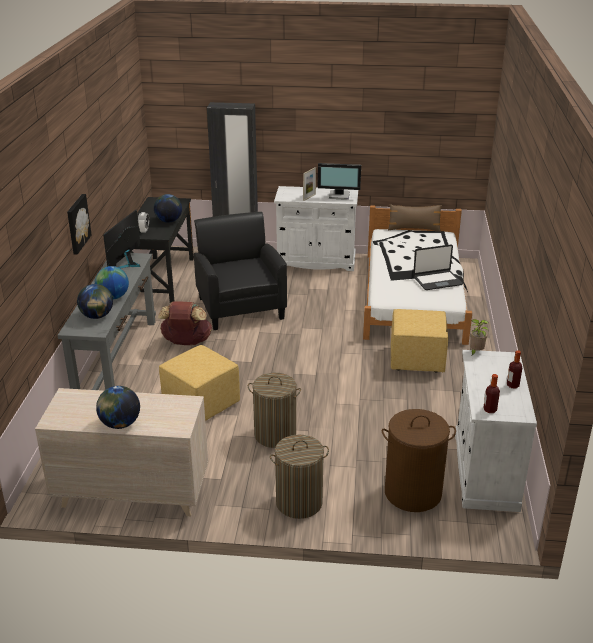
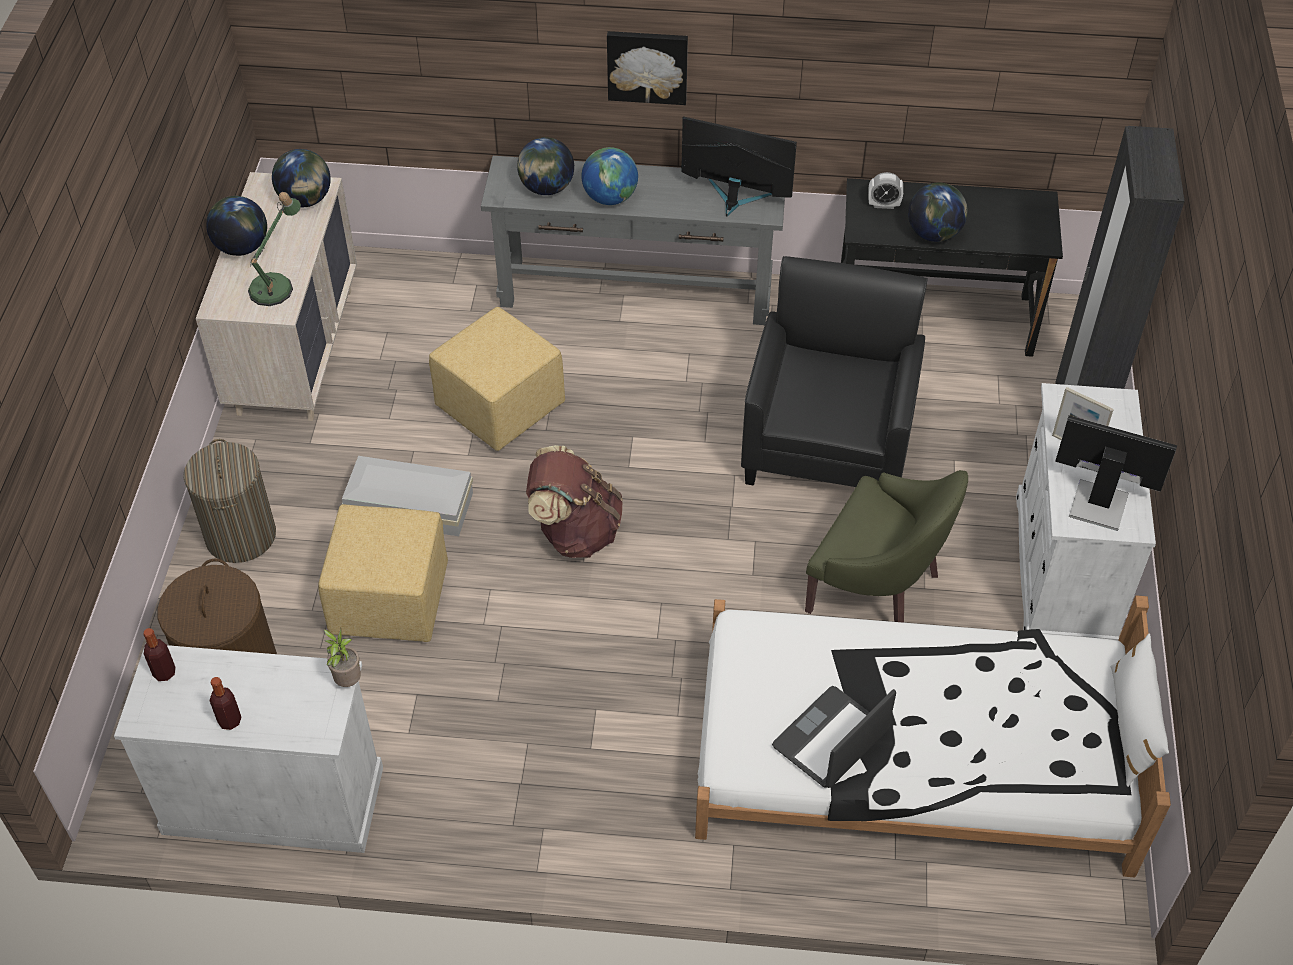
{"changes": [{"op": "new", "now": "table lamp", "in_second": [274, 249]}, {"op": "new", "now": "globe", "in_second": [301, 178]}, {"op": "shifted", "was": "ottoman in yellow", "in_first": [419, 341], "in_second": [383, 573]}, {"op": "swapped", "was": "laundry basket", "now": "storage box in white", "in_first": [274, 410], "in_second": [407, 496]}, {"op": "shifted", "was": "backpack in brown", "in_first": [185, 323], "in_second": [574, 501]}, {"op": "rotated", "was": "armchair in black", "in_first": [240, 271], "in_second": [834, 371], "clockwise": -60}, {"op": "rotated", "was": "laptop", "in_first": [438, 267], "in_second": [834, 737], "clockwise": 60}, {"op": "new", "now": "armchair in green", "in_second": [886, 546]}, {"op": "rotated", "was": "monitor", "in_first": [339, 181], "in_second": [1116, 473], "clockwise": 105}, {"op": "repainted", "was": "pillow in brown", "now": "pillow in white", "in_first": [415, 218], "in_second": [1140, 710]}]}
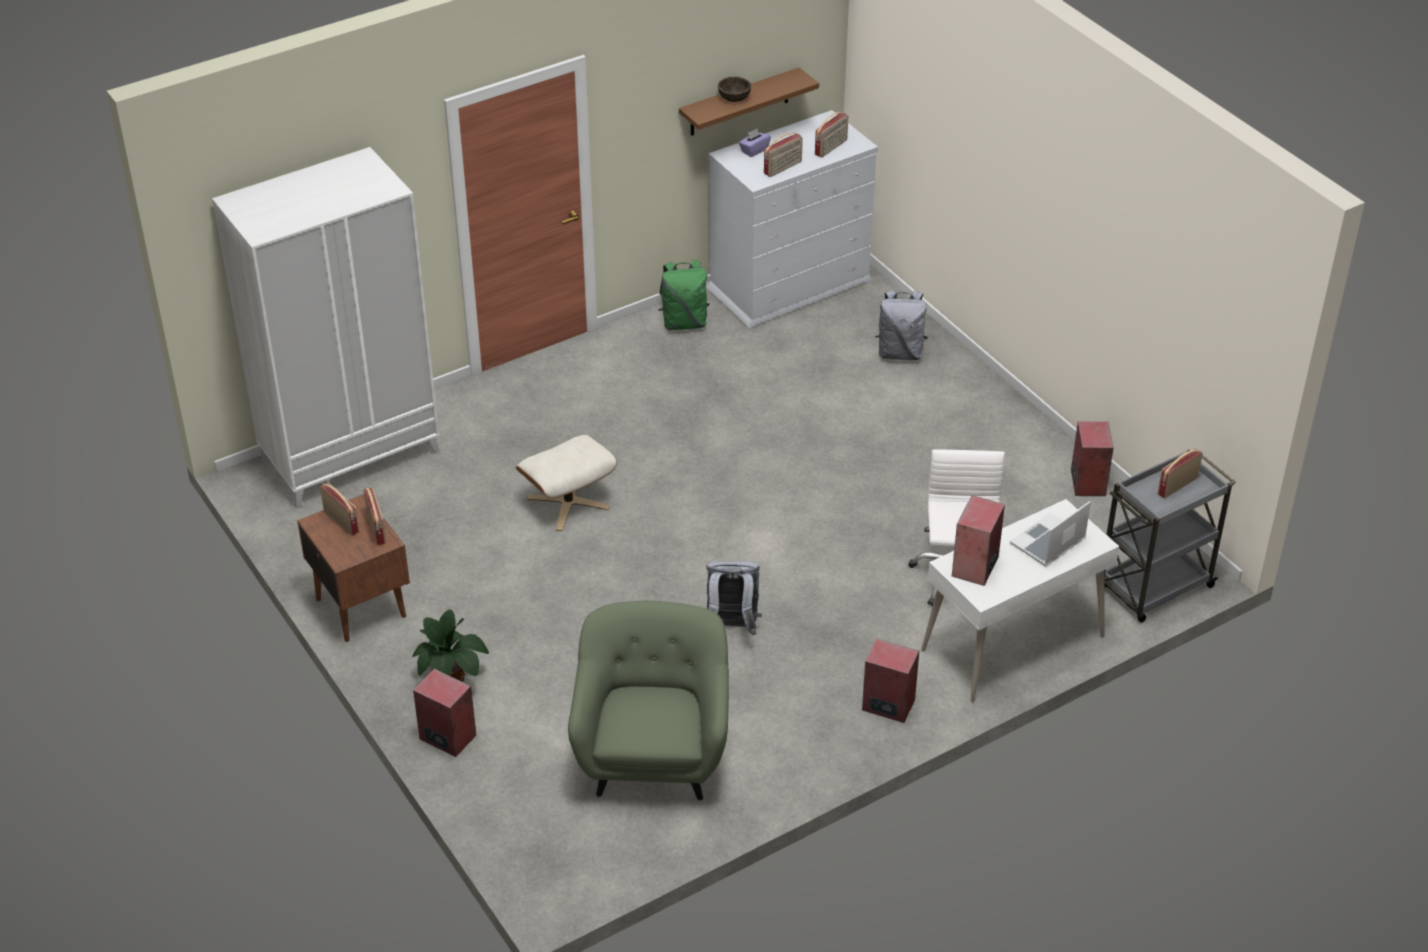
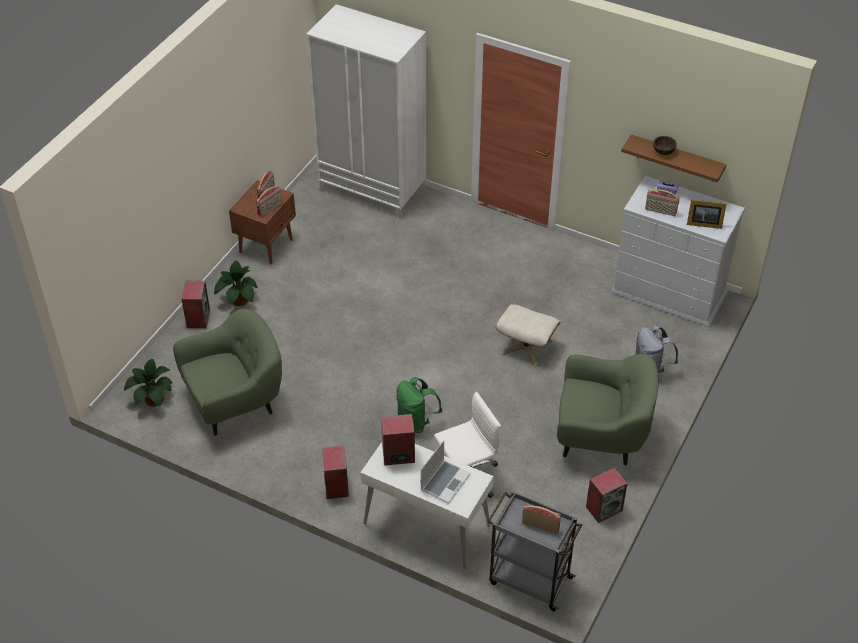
{"changes": [{"op": "new", "now": "potted plant", "in_second": [148, 382]}, {"op": "shifted", "was": "backpack in green", "in_first": [683, 295], "in_second": [419, 405]}, {"op": "rotated", "was": "laptop", "in_first": [1050, 534], "in_second": [446, 472], "clockwise": 105}, {"op": "shifted", "was": "ottoman in beige", "in_first": [566, 483], "in_second": [528, 335]}, {"op": "new", "now": "armchair in green", "in_second": [608, 409]}, {"op": "swapped", "was": "radio", "now": "picture frame", "in_first": [831, 134], "in_second": [707, 214]}, {"op": "gone", "was": "backpack in grey", "in_first": [734, 598]}]}
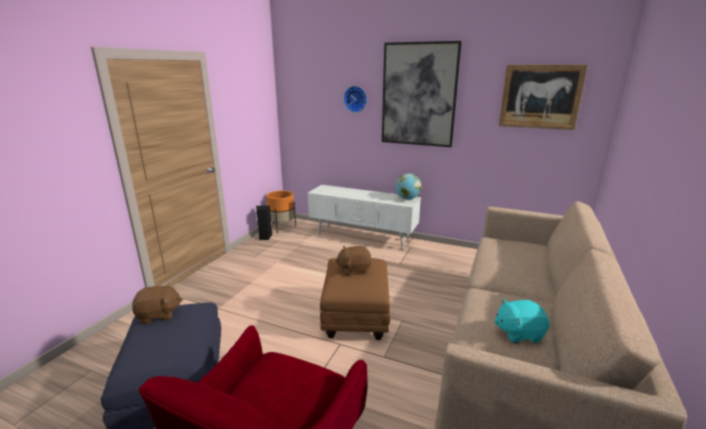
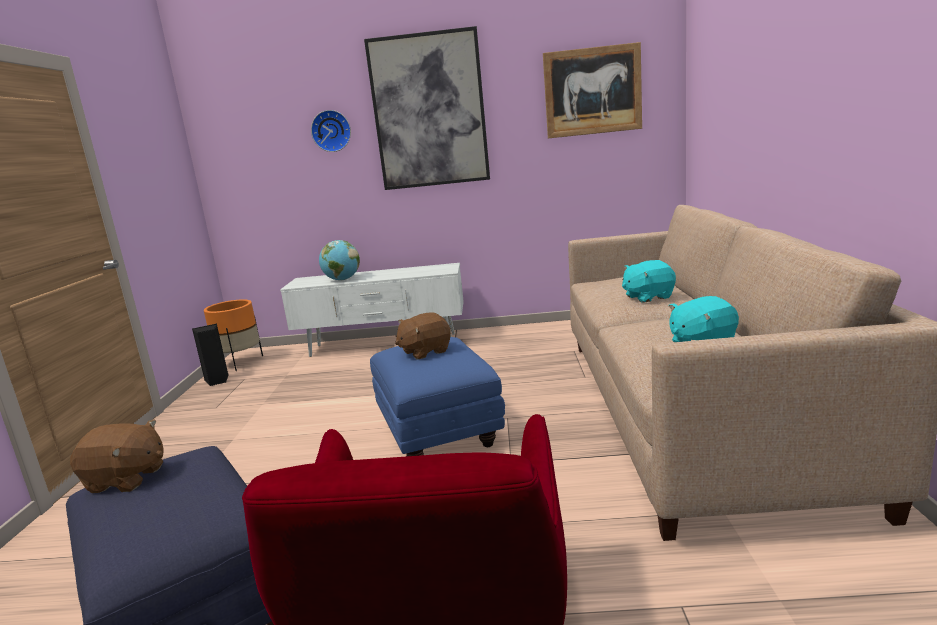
{"changes": [{"op": "rotated", "was": "plush toy in brown", "in_first": [157, 303], "in_second": [117, 456], "clockwise": 45}, {"op": "shifted", "was": "globe", "in_first": [408, 186], "in_second": [339, 260]}, {"op": "repainted", "was": "ottoman in brown", "now": "ottoman in blue", "in_first": [355, 299], "in_second": [437, 396]}, {"op": "new", "now": "plush toy in turquoise", "in_second": [649, 281]}]}
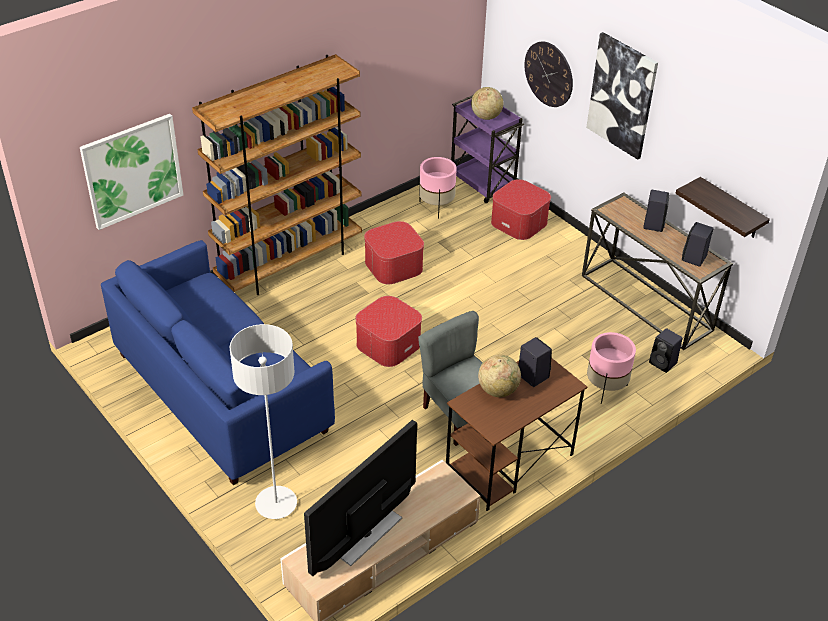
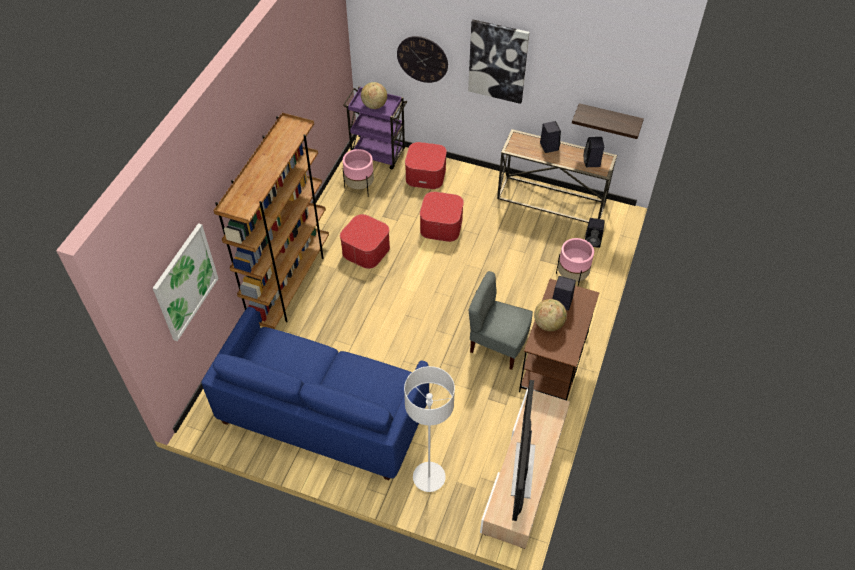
{"changes": [{"op": "shifted", "was": "ottoman", "in_first": [388, 331], "in_second": [442, 217]}]}
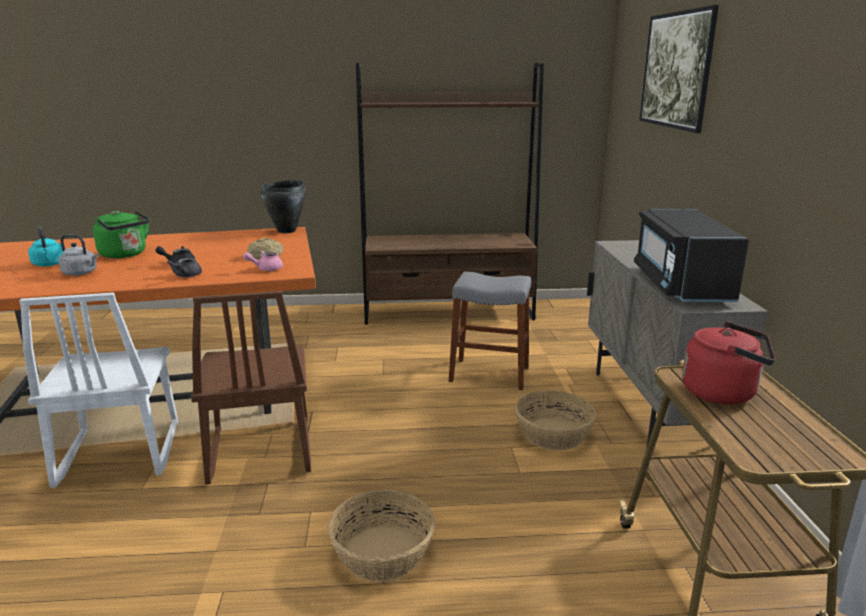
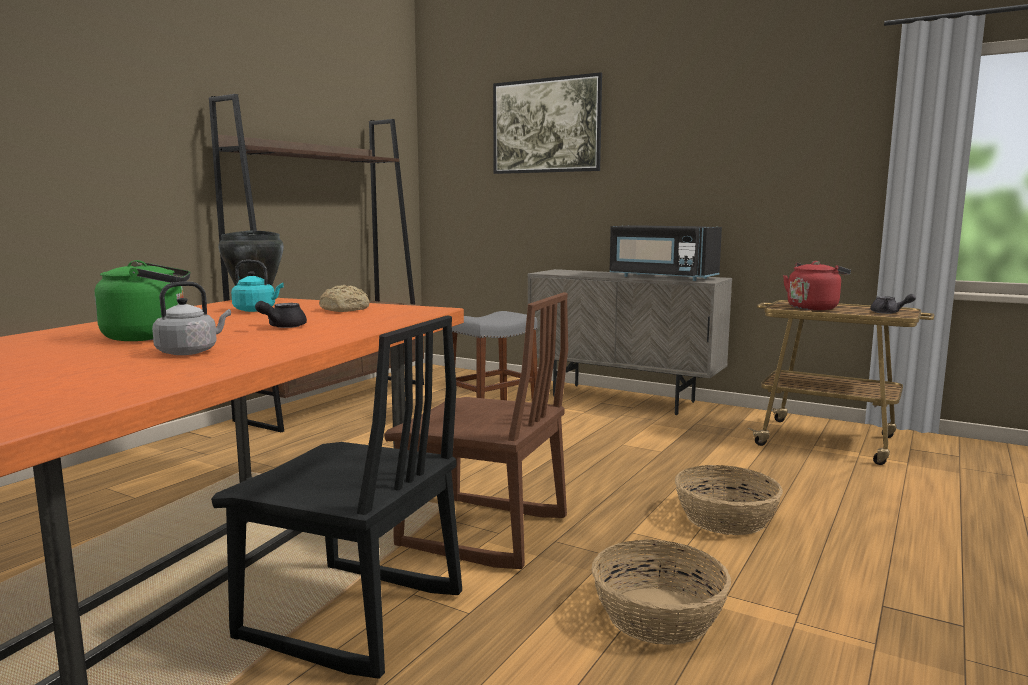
{"changes": [{"op": "repainted", "was": "chair in white", "now": "chair in black", "in_first": [98, 390], "in_second": [336, 497]}, {"op": "shifted", "was": "kettle in turquoise", "in_first": [45, 246], "in_second": [257, 286]}, {"op": "shifted", "was": "basket", "in_first": [555, 420], "in_second": [661, 592]}, {"op": "shifted", "was": "teapot in grey", "in_first": [184, 267], "in_second": [893, 304]}, {"op": "gone", "was": "teapot in pink", "in_first": [263, 261]}]}
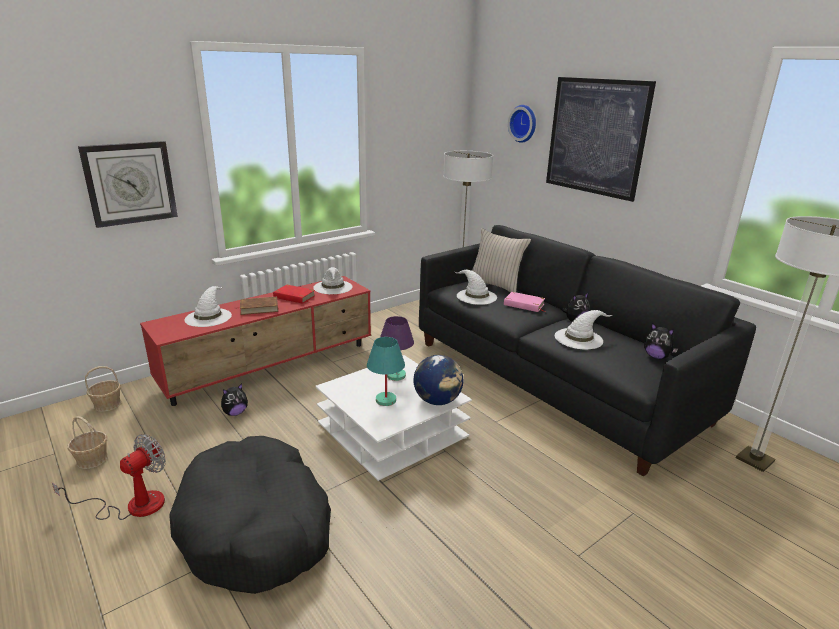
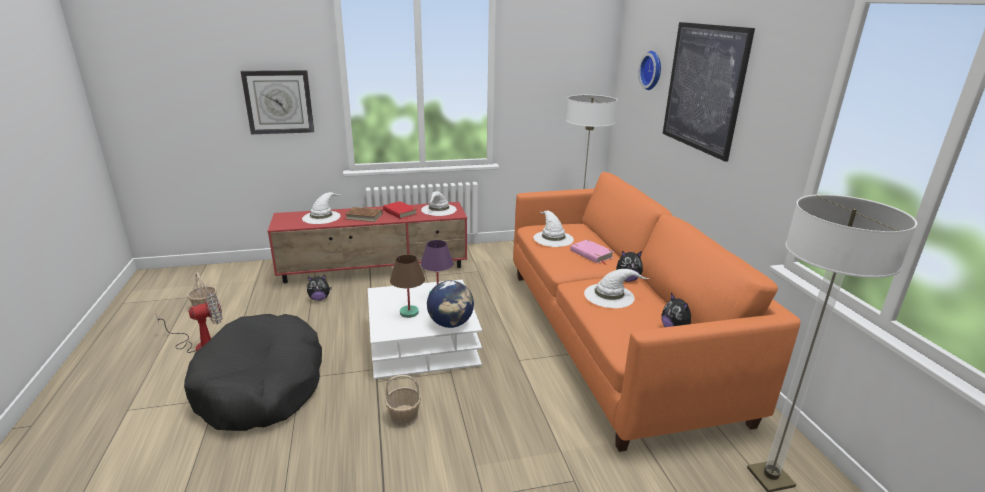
{"changes": [{"op": "shifted", "was": "basket", "in_first": [103, 389], "in_second": [403, 401]}, {"op": "repainted", "was": "table lamp in turquoise", "now": "table lamp in brown", "in_first": [386, 371], "in_second": [407, 286]}, {"op": "repainted", "was": "sofa in black", "now": "sofa in orange", "in_first": [587, 351], "in_second": [656, 312]}, {"op": "gone", "was": "pillow in beige", "in_first": [499, 260]}]}
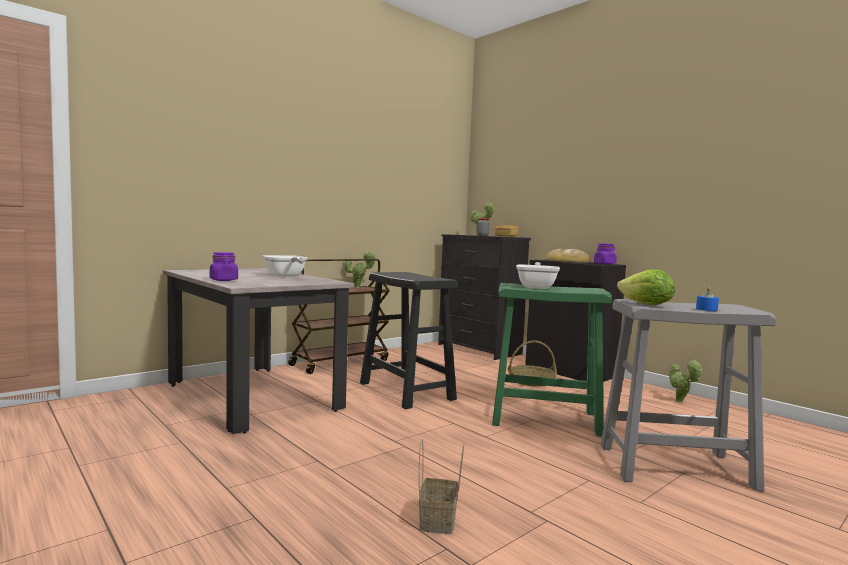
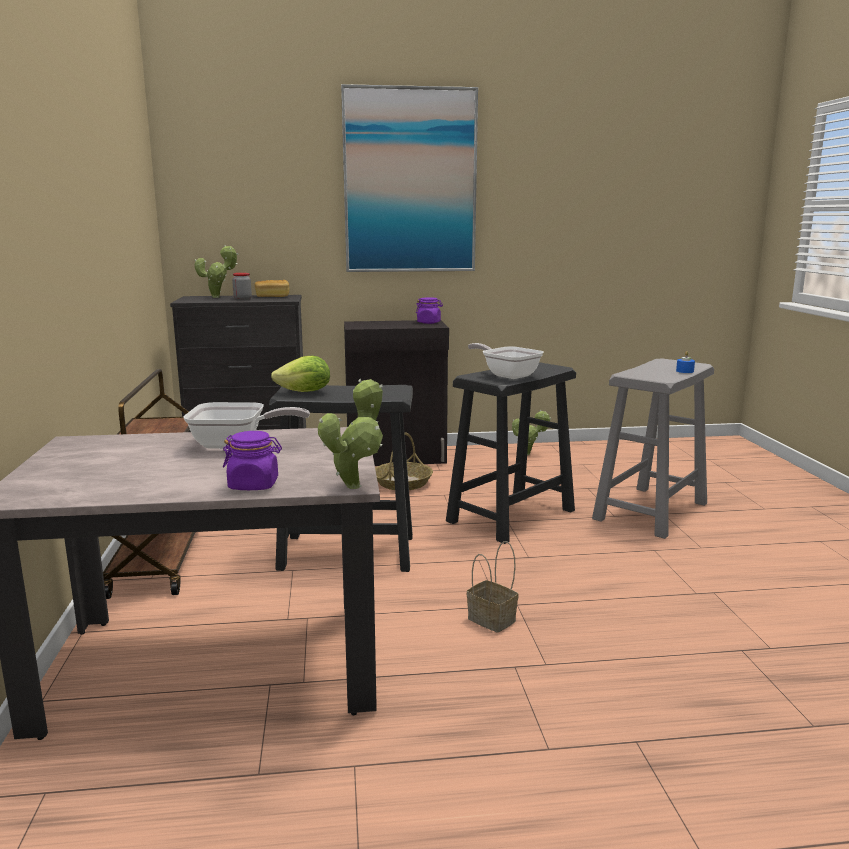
{"changes": [{"op": "shifted", "was": "lettuce", "in_first": [646, 287], "in_second": [300, 374]}, {"op": "shifted", "was": "potted plant", "in_first": [360, 269], "in_second": [350, 434]}, {"op": "new", "now": "picture", "in_second": [409, 178]}, {"op": "repainted", "was": "stool in green", "now": "stool in black", "in_first": [552, 360], "in_second": [511, 453]}, {"op": "shifted", "was": "basket", "in_first": [441, 486], "in_second": [492, 587]}, {"op": "gone", "was": "bread", "in_first": [568, 256]}]}
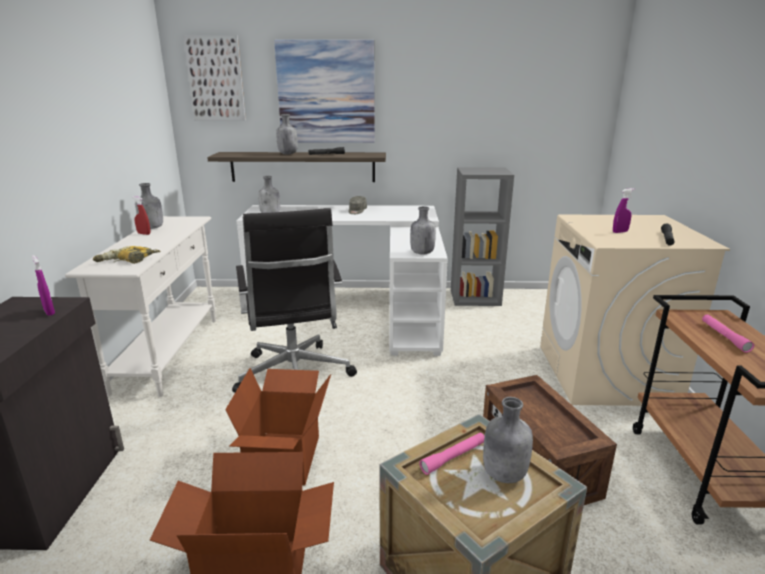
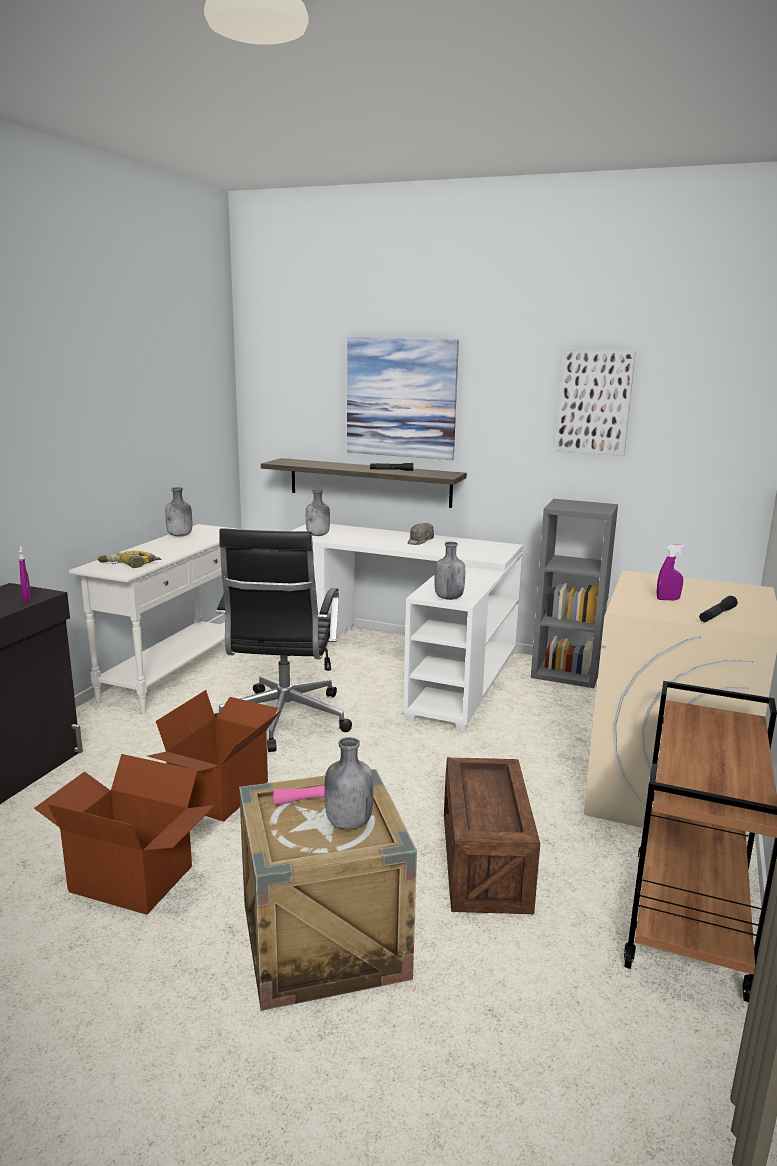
{"changes": [{"op": "shifted", "was": "picture", "in_first": [214, 77], "in_second": [596, 402]}, {"op": "gone", "was": "spray bottle in red", "in_first": [141, 215]}, {"op": "gone", "was": "bottle in grey", "in_first": [287, 134]}, {"op": "gone", "was": "flashlight in pink", "in_first": [728, 333]}]}
